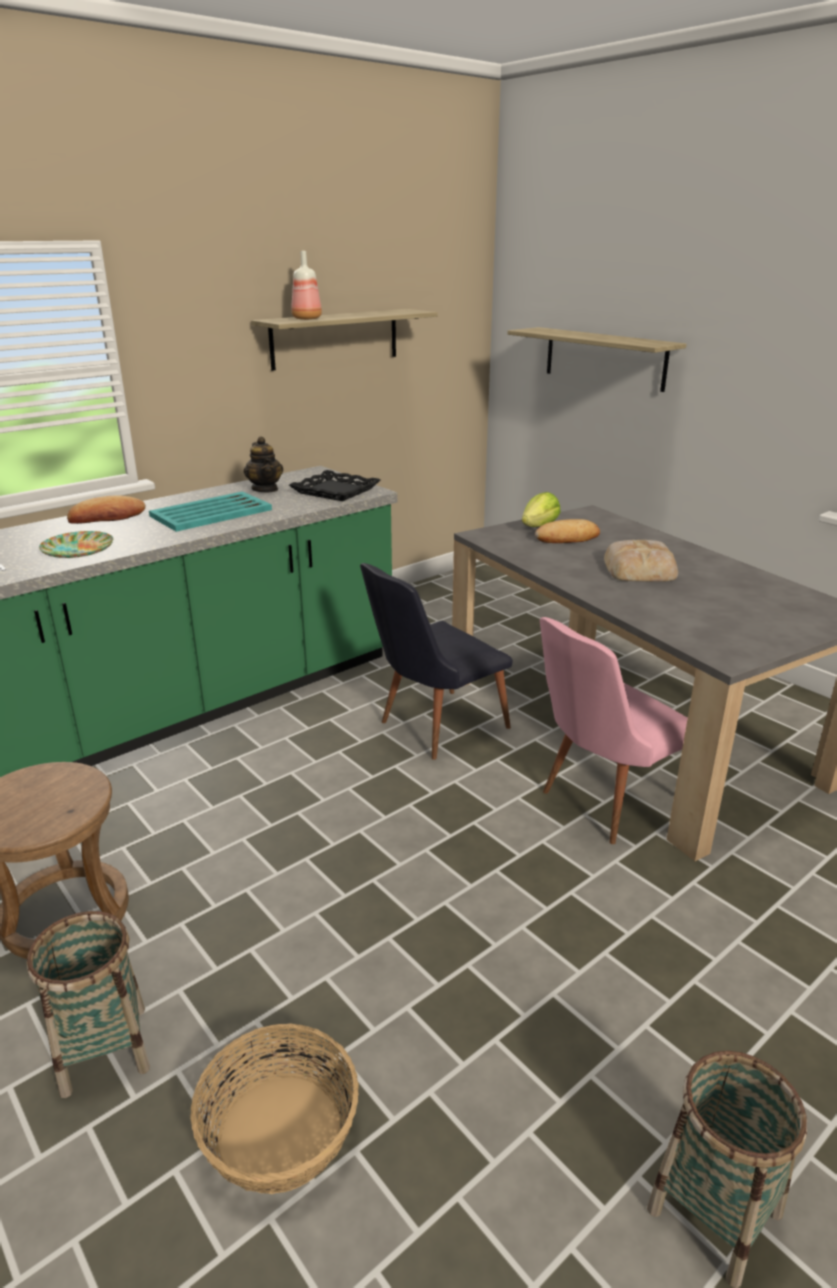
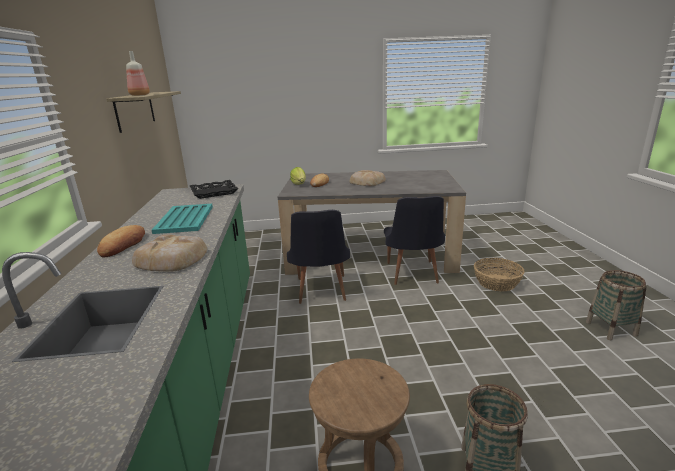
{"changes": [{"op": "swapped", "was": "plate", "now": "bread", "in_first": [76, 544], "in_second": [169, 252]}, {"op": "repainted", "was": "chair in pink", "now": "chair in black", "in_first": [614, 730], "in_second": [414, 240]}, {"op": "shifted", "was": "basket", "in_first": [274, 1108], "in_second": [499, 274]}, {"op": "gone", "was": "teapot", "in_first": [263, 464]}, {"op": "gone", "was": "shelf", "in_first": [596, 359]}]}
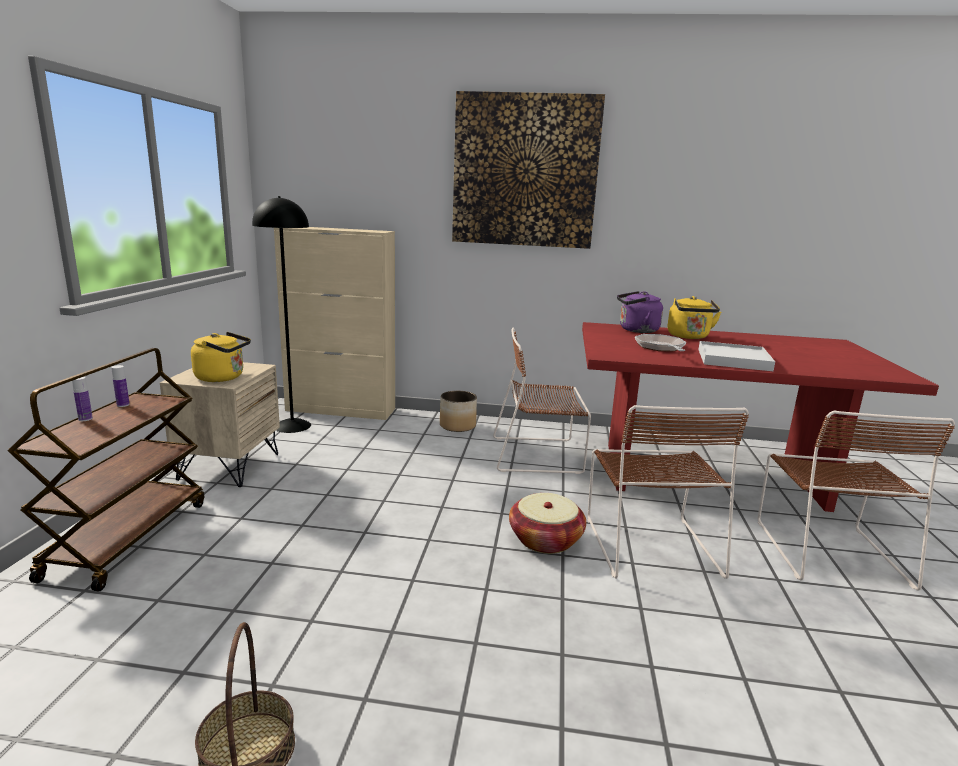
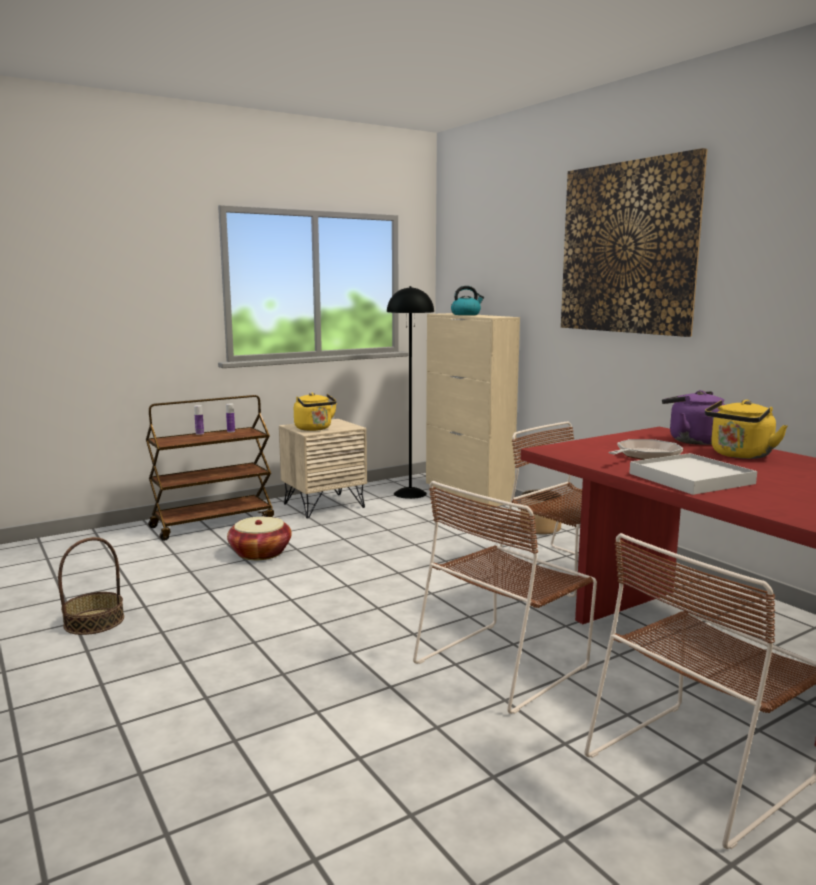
{"changes": [{"op": "shifted", "was": "basket", "in_first": [547, 523], "in_second": [259, 538]}, {"op": "new", "now": "kettle", "in_second": [467, 300]}]}
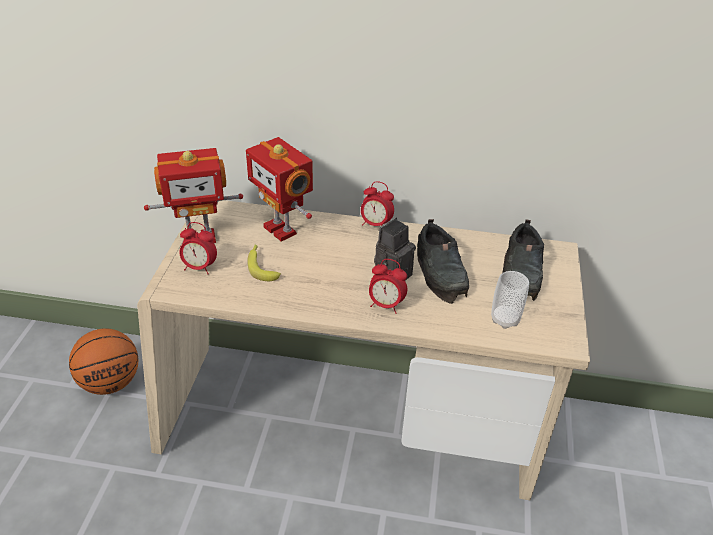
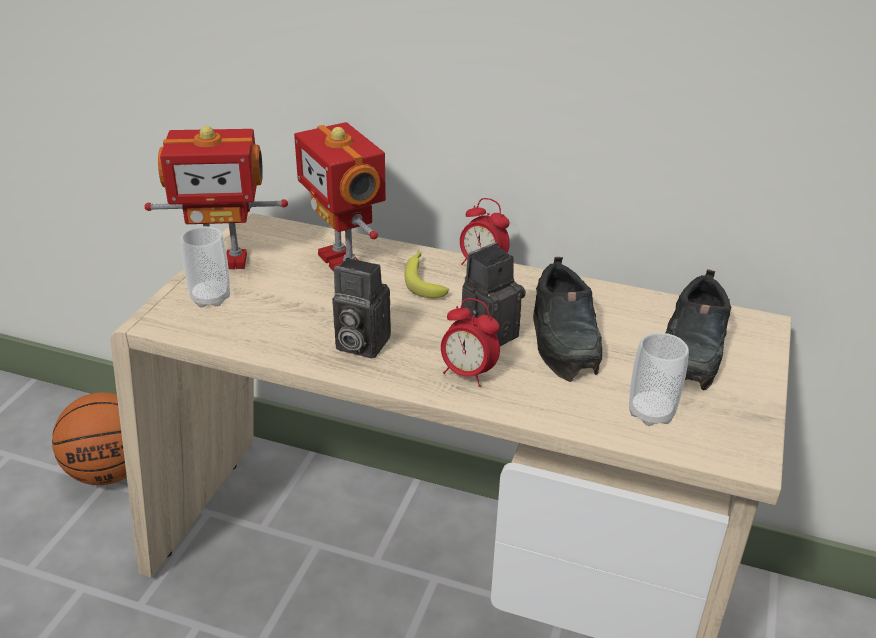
{"changes": [{"op": "swapped", "was": "alarm clock", "now": "cup", "in_first": [198, 248], "in_second": [205, 266]}, {"op": "new", "now": "photo camera", "in_second": [361, 308]}, {"op": "shifted", "was": "banana", "in_first": [264, 262], "in_second": [427, 274]}]}
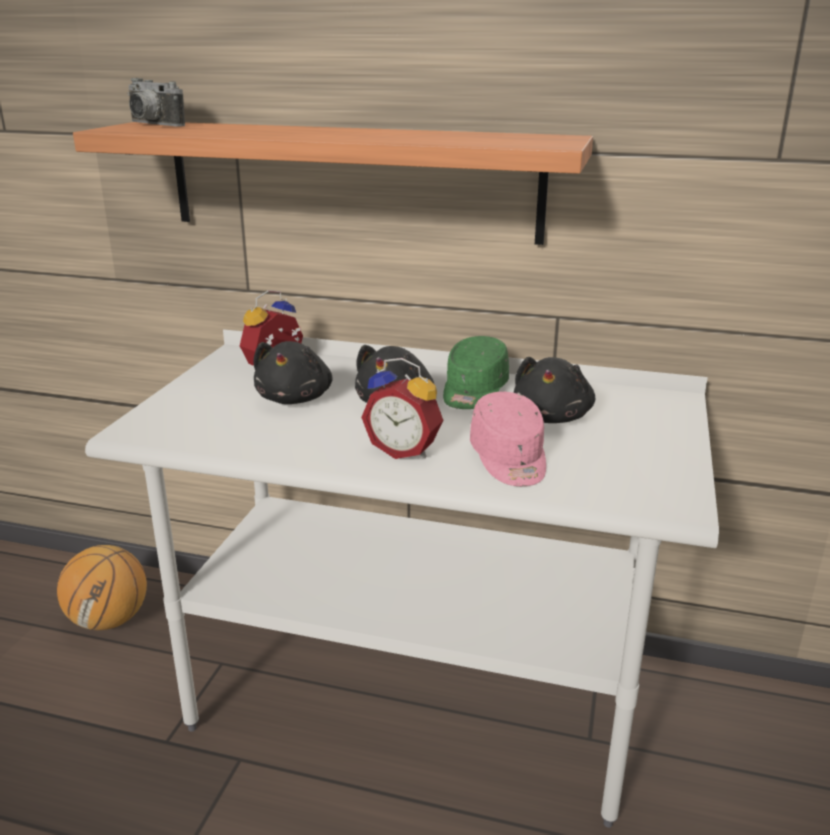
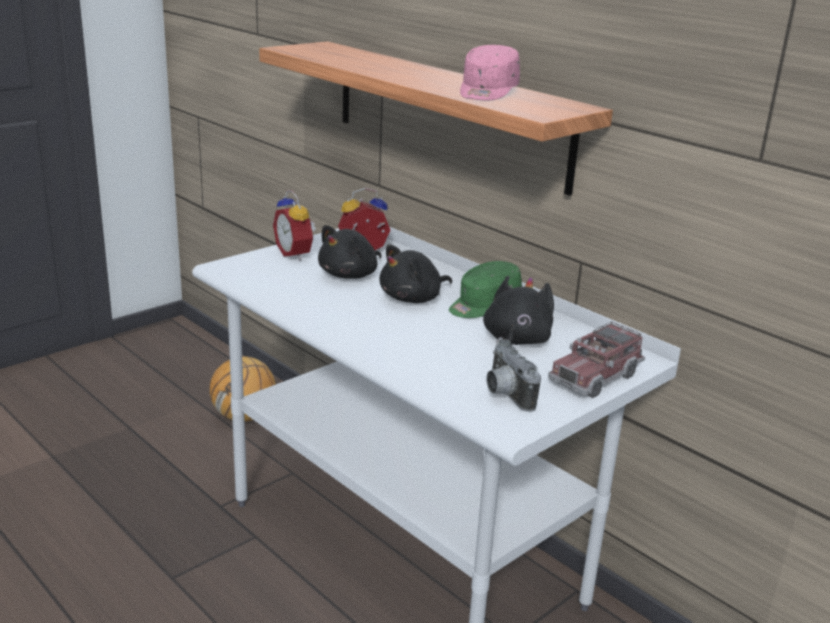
{"changes": [{"op": "shifted", "was": "alarm clock", "in_first": [402, 408], "in_second": [294, 225]}, {"op": "shifted", "was": "cap in pink", "in_first": [508, 439], "in_second": [490, 72]}, {"op": "rotated", "was": "plush toy in black", "in_first": [554, 390], "in_second": [518, 311], "clockwise": 150}, {"op": "shifted", "was": "photo camera", "in_first": [156, 102], "in_second": [513, 375]}, {"op": "new", "now": "toy truck", "in_second": [596, 360]}]}
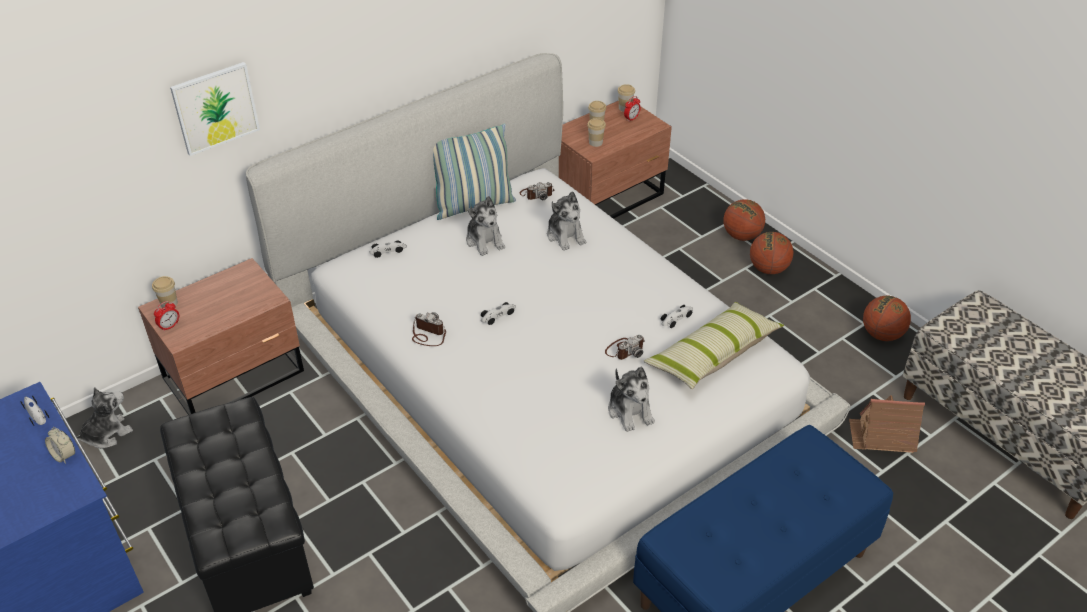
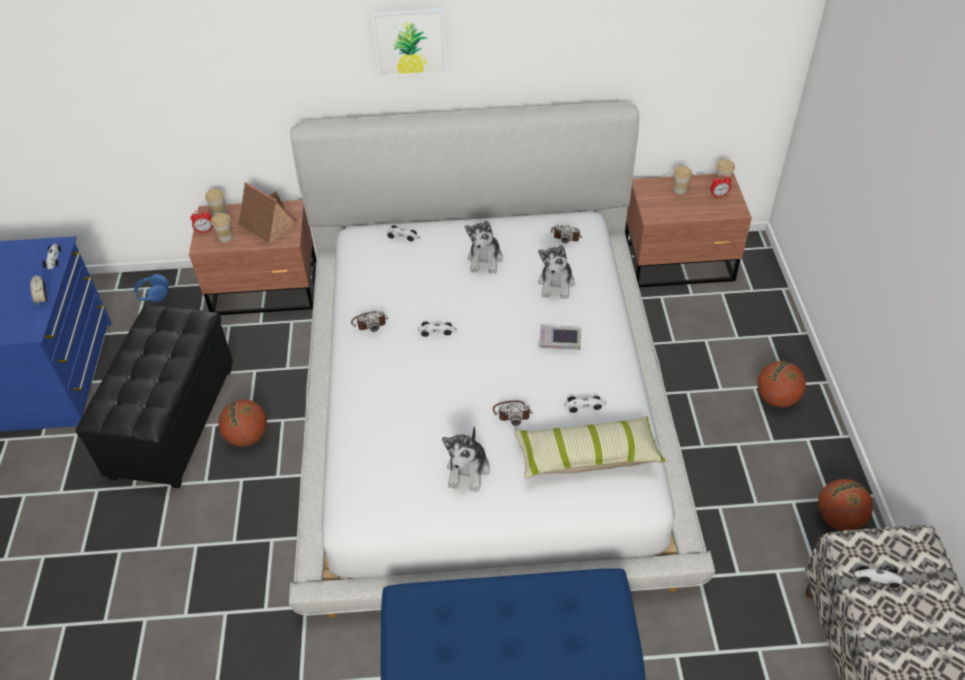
{"changes": [{"op": "swapped", "was": "plush toy", "now": "headphones in blue", "in_first": [102, 418], "in_second": [151, 288]}, {"op": "shifted", "was": "cup", "in_first": [596, 132], "in_second": [222, 227]}, {"op": "shifted", "was": "basketball", "in_first": [744, 220], "in_second": [242, 423]}, {"op": "shifted", "was": "toy house", "in_first": [887, 424], "in_second": [266, 213]}, {"op": "rotated", "was": "photo camera", "in_first": [429, 329], "in_second": [369, 321], "clockwise": 105}, {"op": "shifted", "was": "picture", "in_first": [215, 109], "in_second": [409, 42]}, {"op": "new", "now": "book", "in_second": [560, 337]}, {"op": "new", "now": "toy car", "in_second": [878, 577]}, {"op": "gone", "was": "pillow", "in_first": [474, 172]}]}
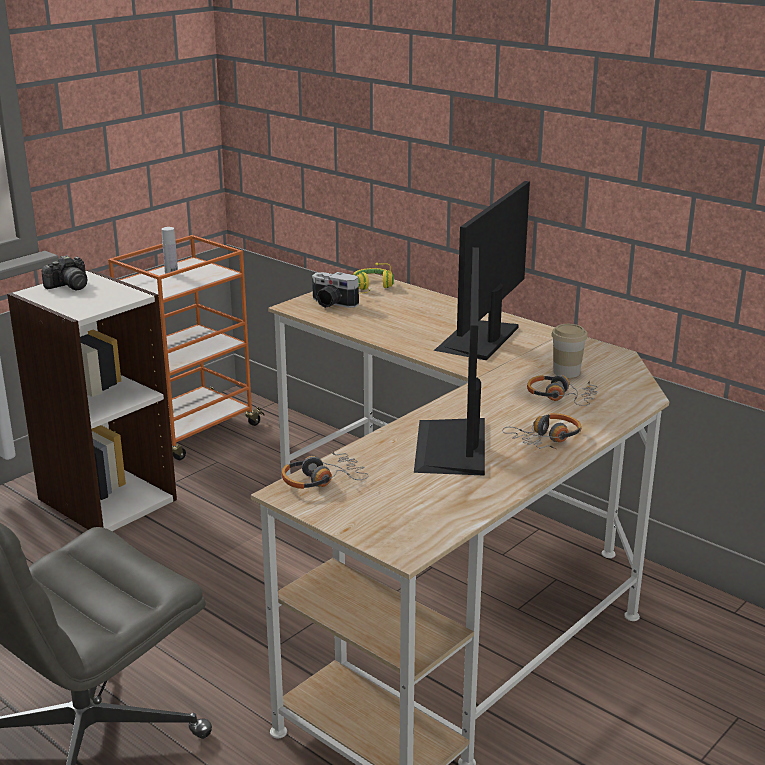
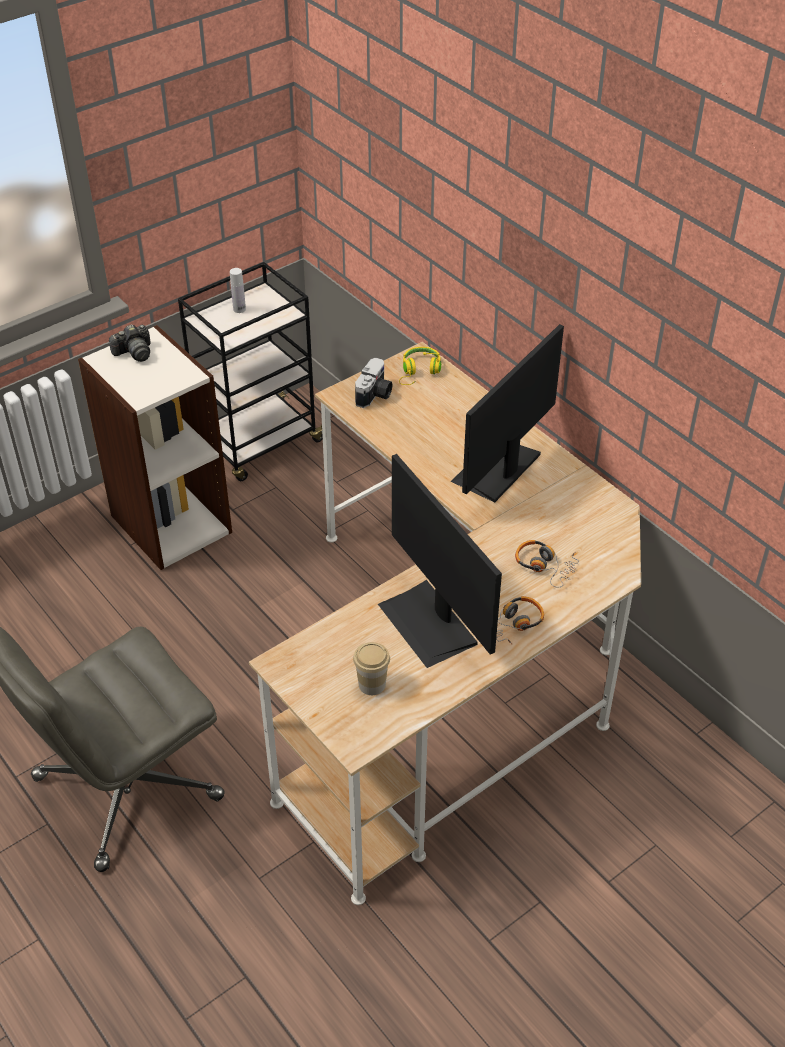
{"changes": [{"op": "repainted", "was": "cart in orange", "now": "cart in black", "in_first": [186, 347], "in_second": [250, 371]}, {"op": "shifted", "was": "cup", "in_first": [569, 351], "in_second": [371, 668]}, {"op": "rotated", "was": "photo camera", "in_first": [335, 290], "in_second": [374, 383], "clockwise": -105}, {"op": "rotated", "was": "monitor", "in_first": [449, 361], "in_second": [440, 561], "clockwise": -45}, {"op": "gone", "was": "headphones", "in_first": [325, 469]}]}
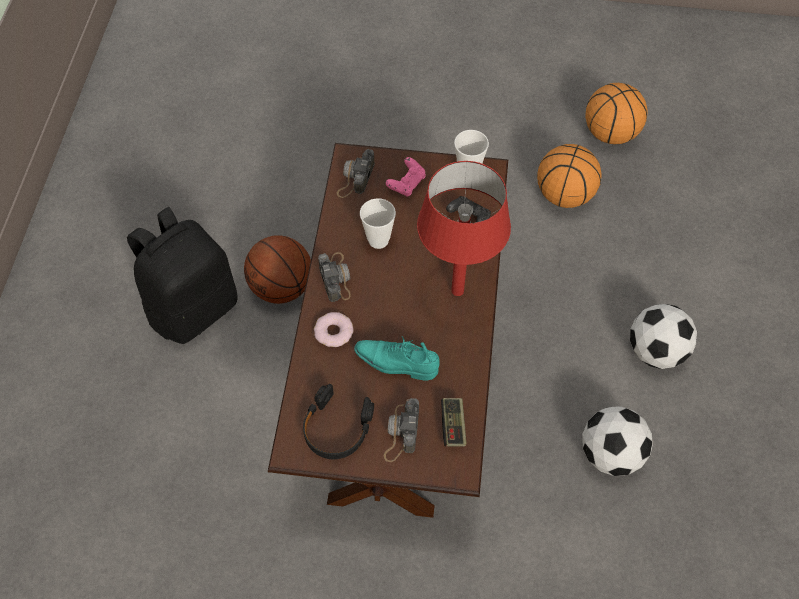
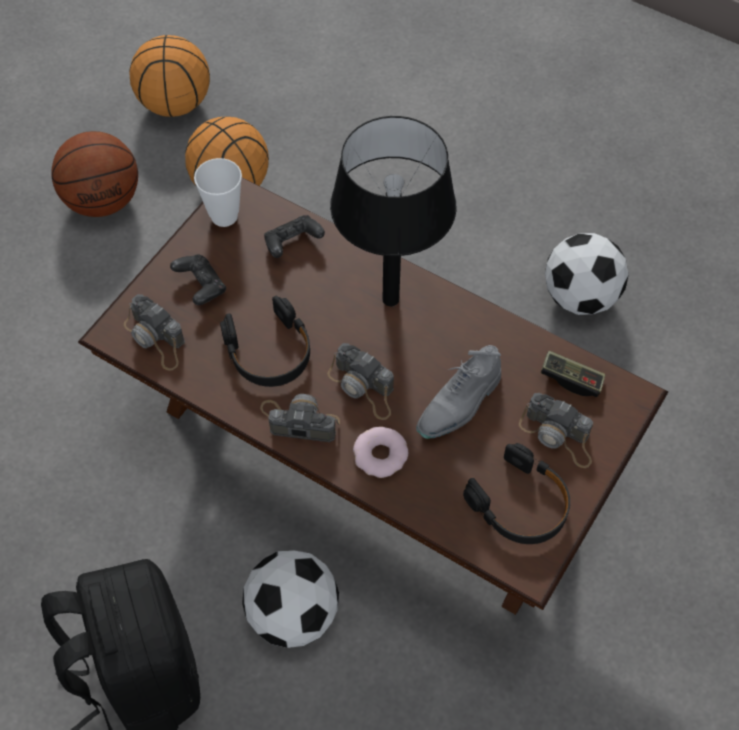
{"changes": [{"op": "shifted", "was": "basketball", "in_first": [277, 269], "in_second": [94, 174]}, {"op": "repainted", "was": "game controller in pink", "now": "game controller in black", "in_first": [406, 177], "in_second": [198, 279]}, {"op": "swapped", "was": "cup", "now": "headphones in black", "in_first": [378, 223], "in_second": [265, 341]}, {"op": "shifted", "was": "football", "in_first": [663, 336], "in_second": [290, 599]}, {"op": "new", "now": "photo camera", "in_second": [360, 381]}, {"op": "repainted", "was": "table lamp in red", "now": "table lamp in black", "in_first": [464, 228], "in_second": [393, 211]}, {"op": "repainted", "was": "shoe in turquoise", "now": "shoe in grey", "in_first": [397, 358], "in_second": [458, 392]}]}
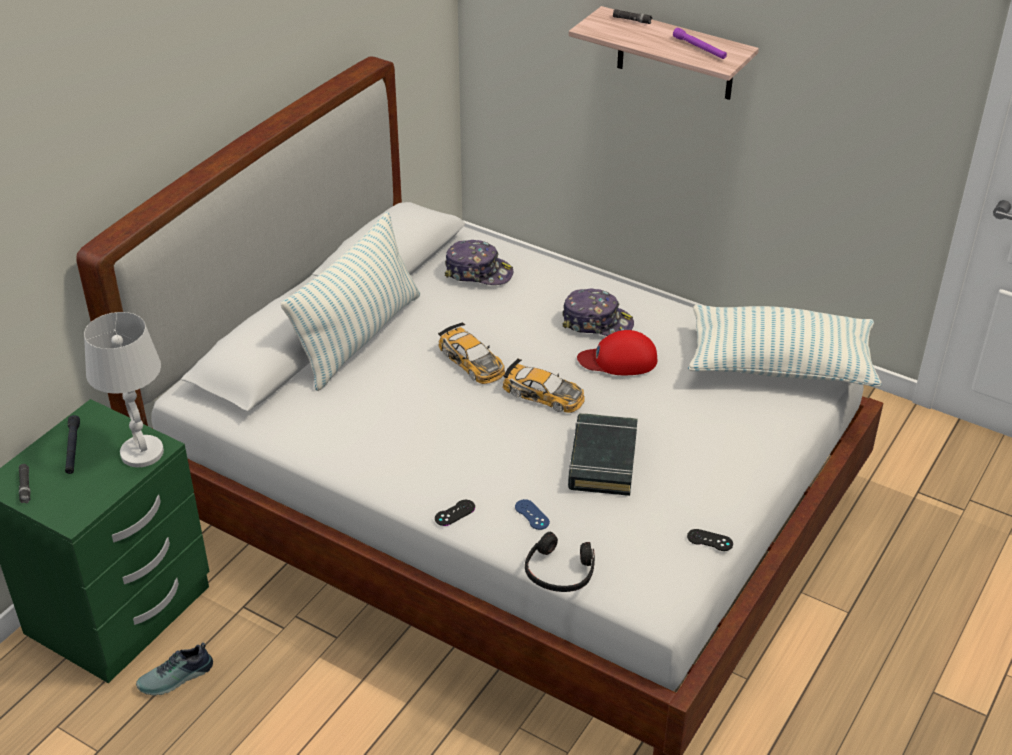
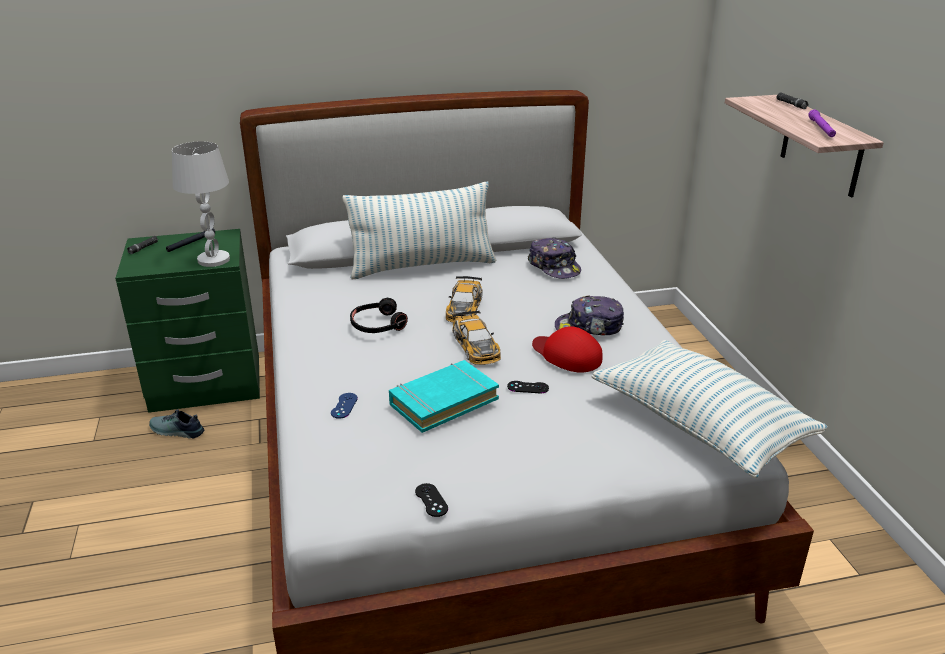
{"changes": [{"op": "shifted", "was": "headphones in black", "in_first": [560, 562], "in_second": [379, 315]}, {"op": "repainted", "was": "book in black", "now": "book in turquoise", "in_first": [603, 454], "in_second": [444, 396]}, {"op": "shifted", "was": "game controller in black", "in_first": [455, 513], "in_second": [528, 387]}, {"op": "rotated", "was": "cap", "in_first": [598, 312], "in_second": [589, 315], "clockwise": 120}]}
